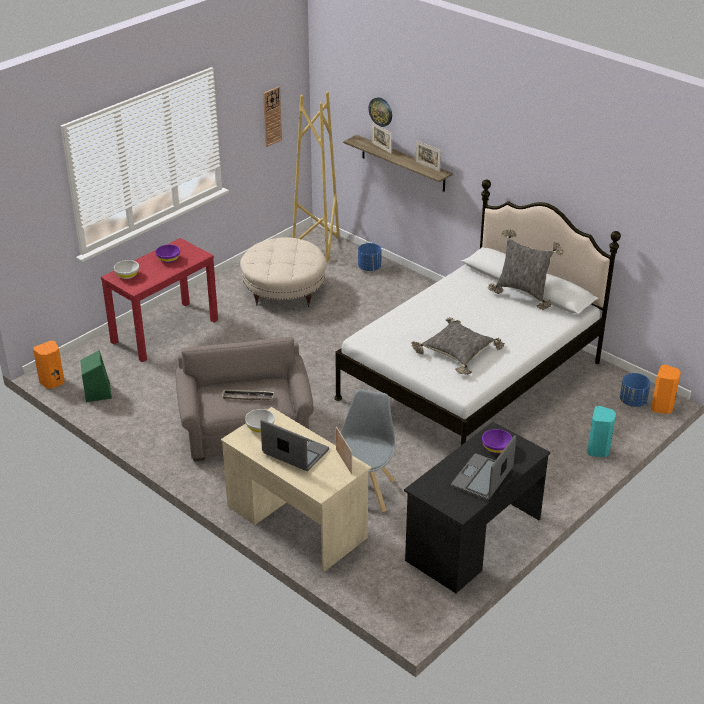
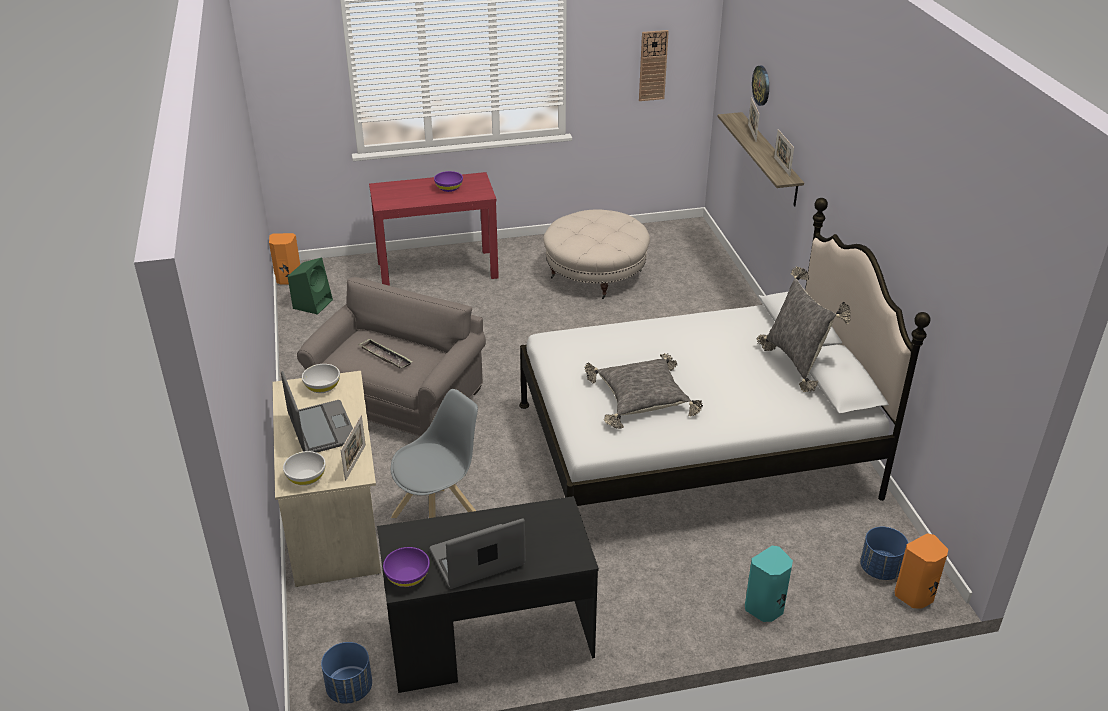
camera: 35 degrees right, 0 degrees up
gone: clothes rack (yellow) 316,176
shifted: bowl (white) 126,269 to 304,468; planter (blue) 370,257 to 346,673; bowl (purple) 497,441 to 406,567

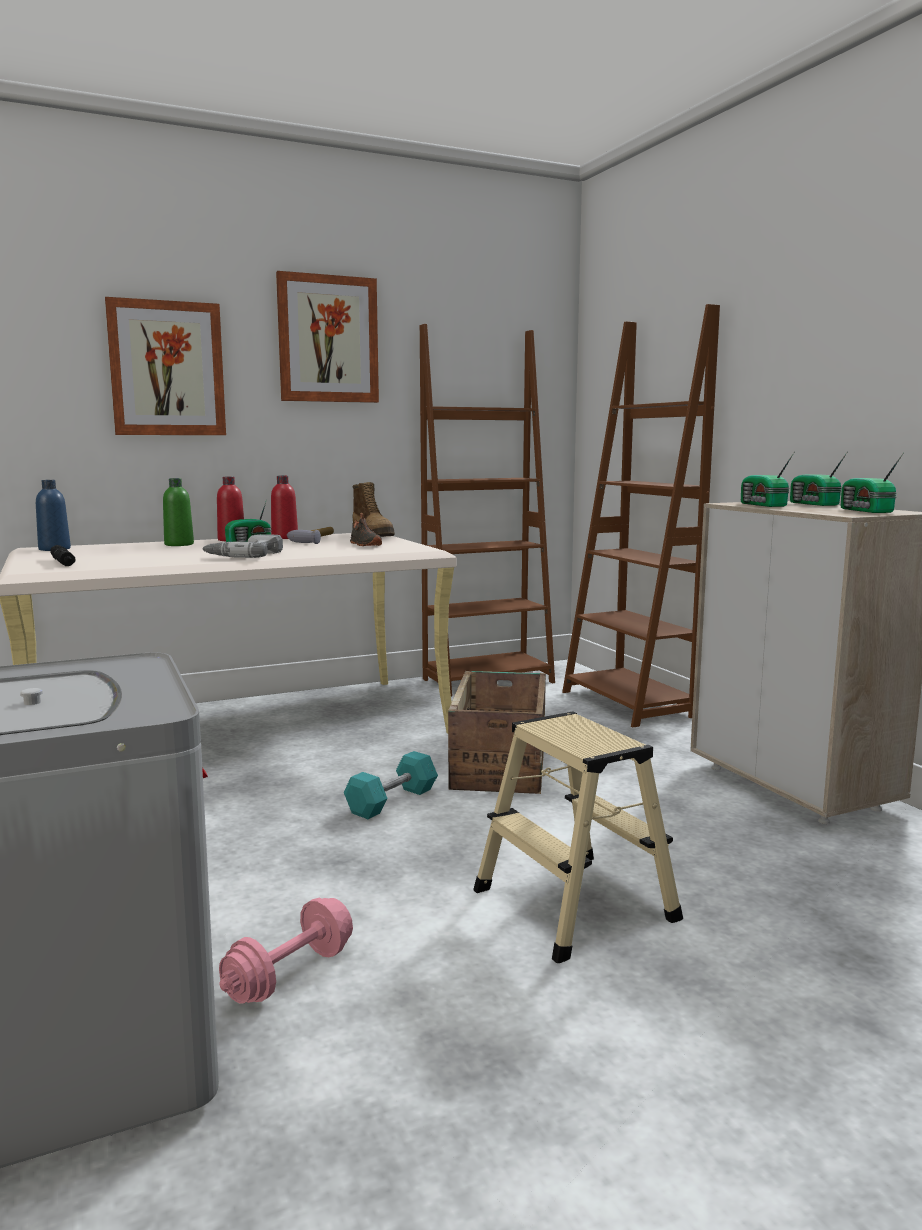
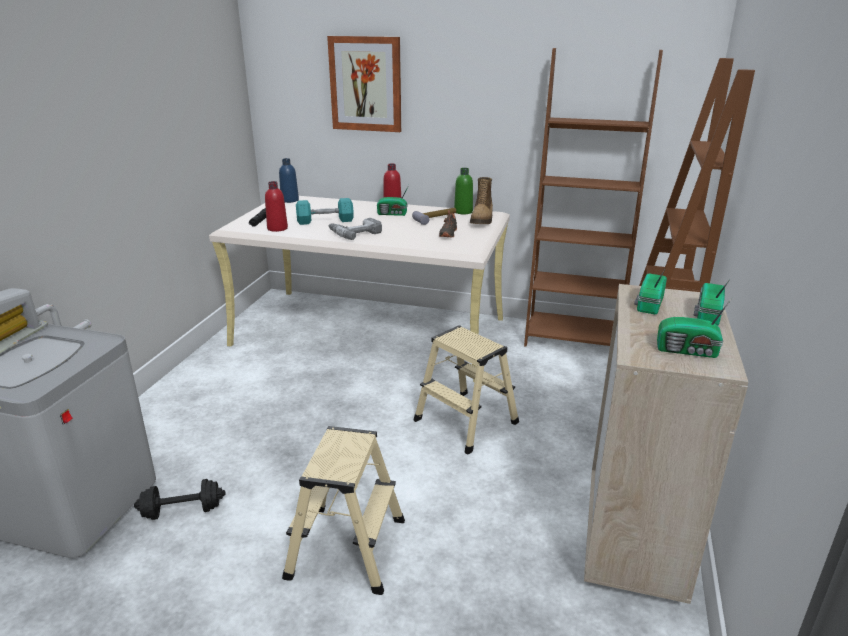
camera: 40 degrees right, 15 degrees up
gone: picture 327,337
shifted: bottle (red) 284,507 to 276,206; dumbbell (turquoise) 391,785 to 325,211; bottle (green) 178,512 to 463,191
swapped: crate 497,732 to step ladder (beige) 466,389
repainted: dumbbell (pink) 286,951 to dumbbell (black) 180,499
rotated: radio 872,482 = 695,327 105 degrees counterclockwise

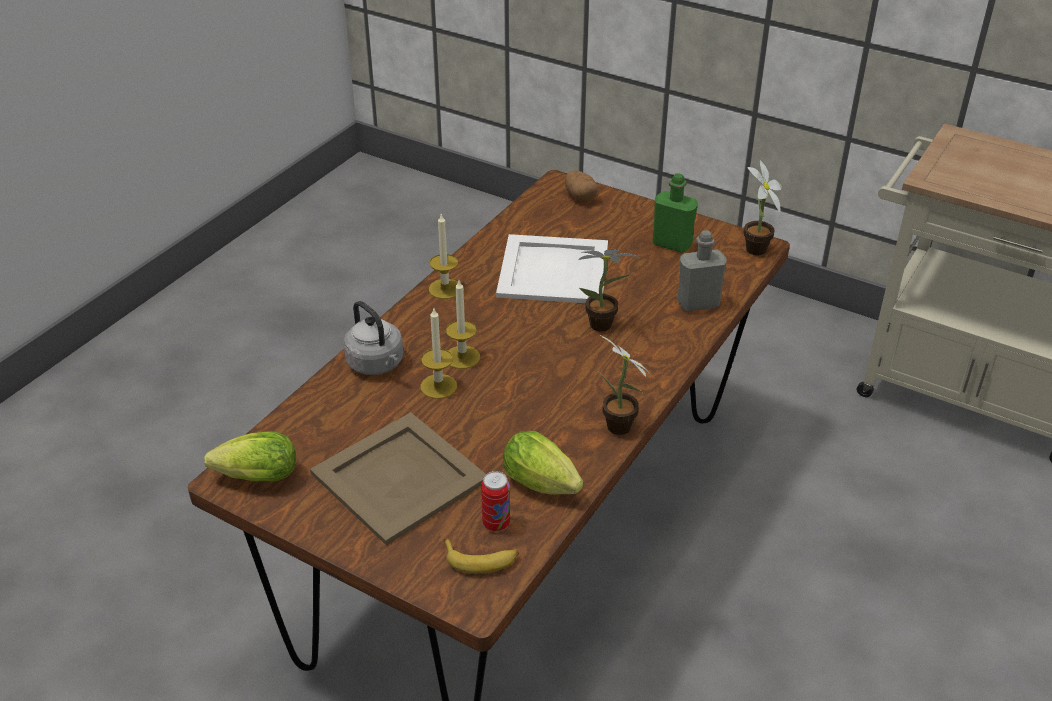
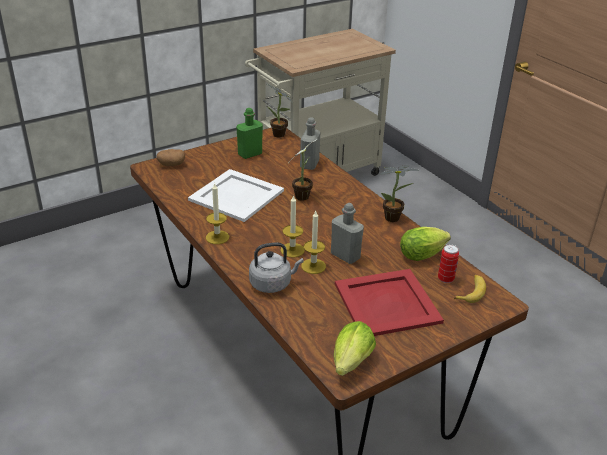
camera: 65 degrees left, 5 degrees down
new: bottle (grey) 347,233
repainted: tray (beige) 398,478 to tray (red) 389,302

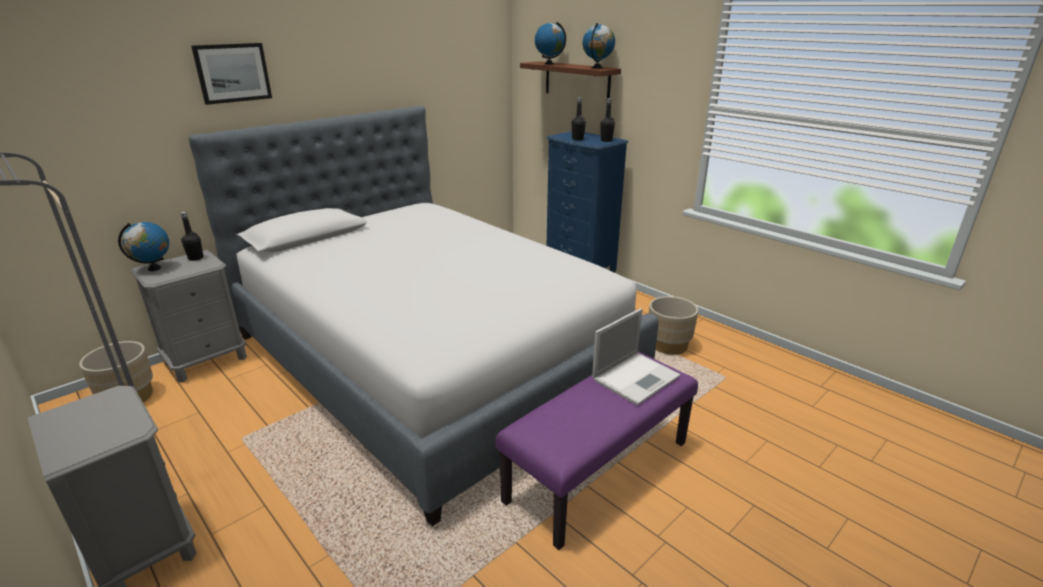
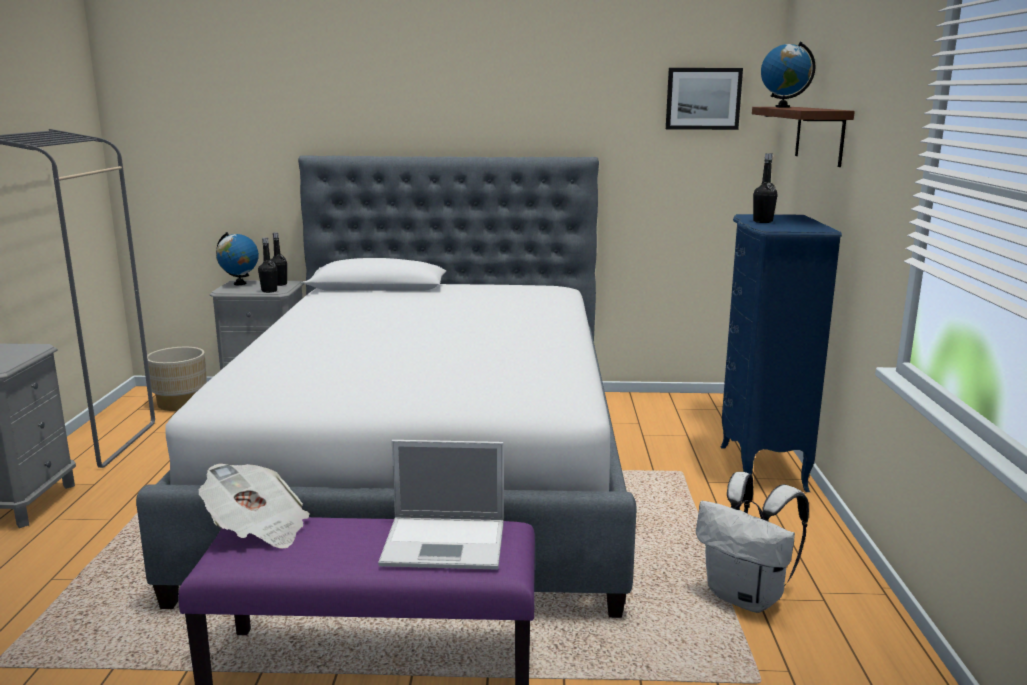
camera: 45 degrees right, 10 degrees down
gone: globe 599,45
new: newspaper 254,506
shifted: bottle (black) 607,120 to 267,265; picture 231,74 to 704,99
swapped: planter (beige) 673,325 to backpack (white) 752,542

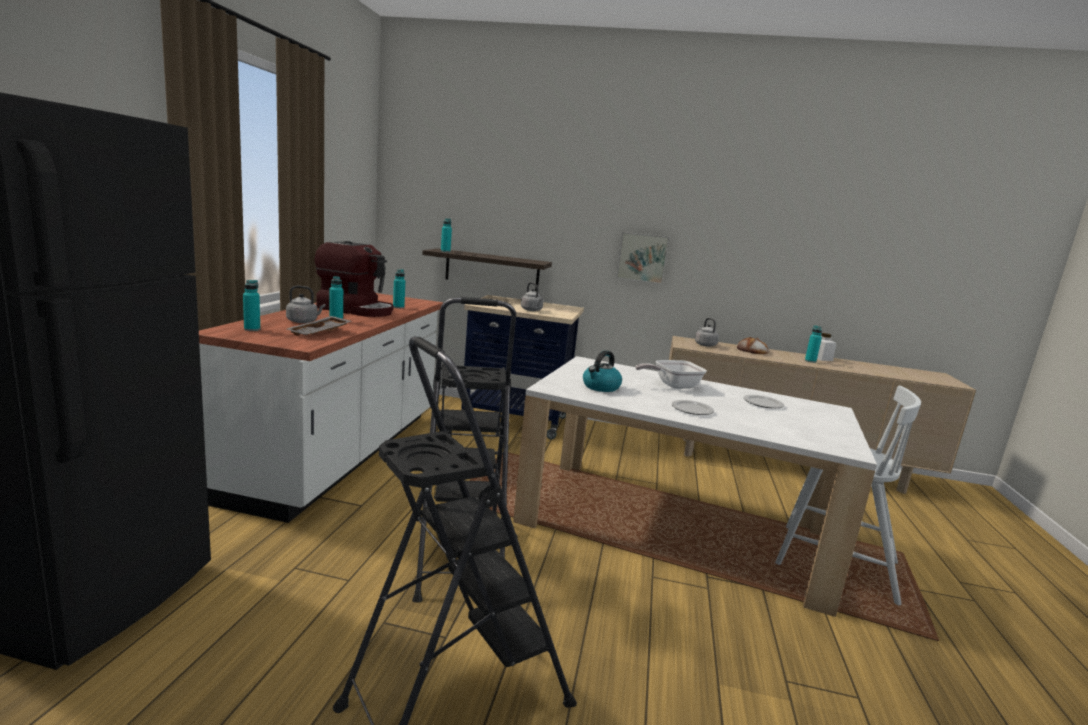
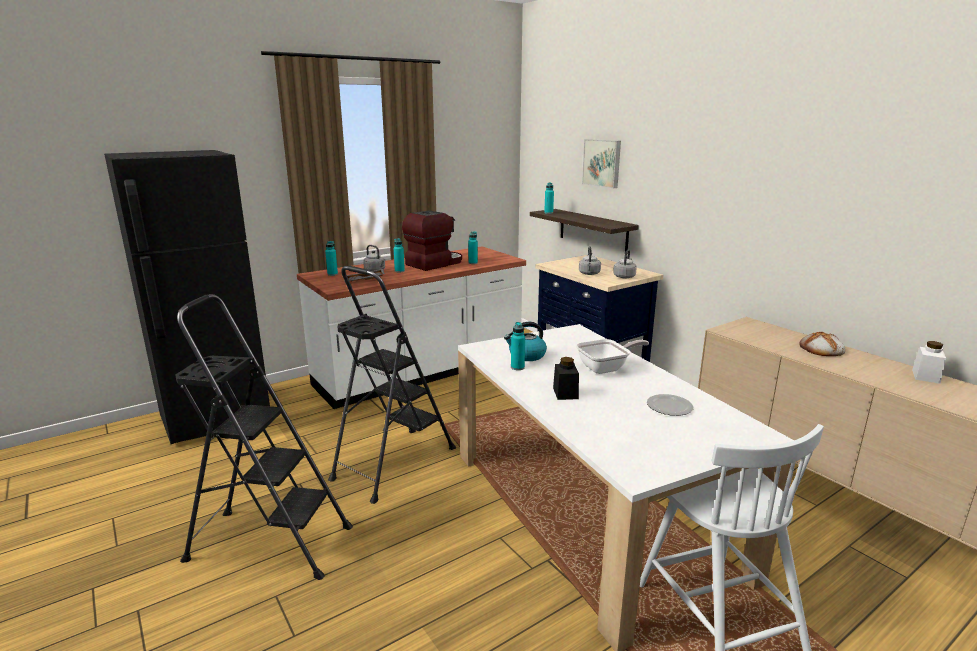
camera: 45 degrees right, 5 degrees up
shifted: bottle (turquoise) 813,344 to 518,346; picture 642,258 to 601,163; kettle (grey) 707,332 to 625,264
swapped: plate 693,407 to jar (black) 566,378
rotated: coffee machine 354,279 = 432,240 105 degrees counterclockwise; frying pan 671,374 = 612,356 135 degrees clockwise

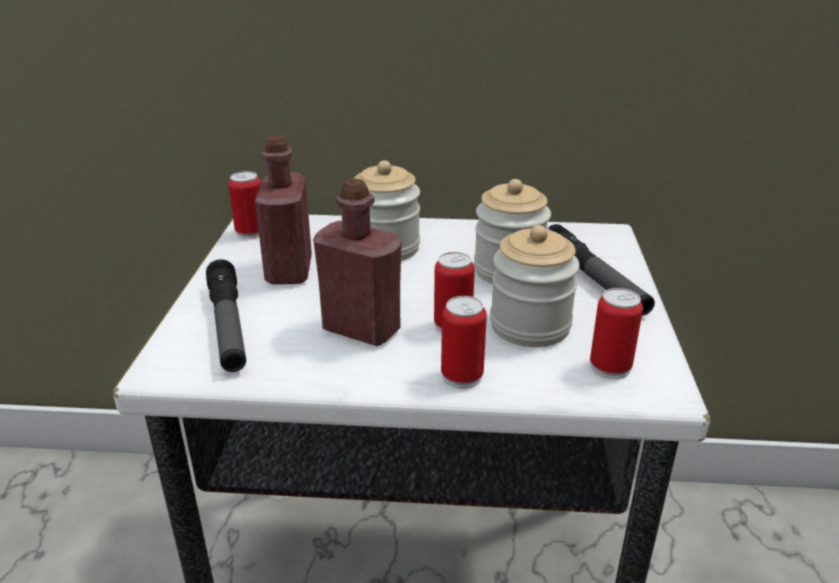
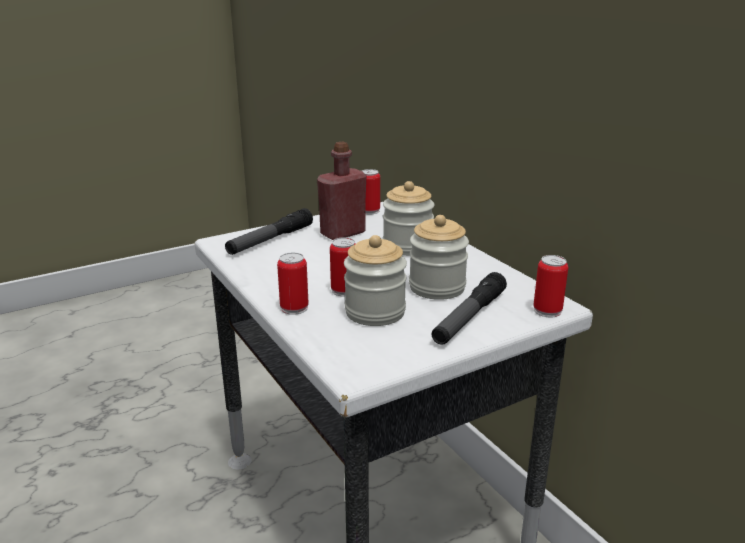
camera: 55 degrees right, 5 degrees down
gone: bottle (red) 357,262
shifted: can 616,333 to 550,286

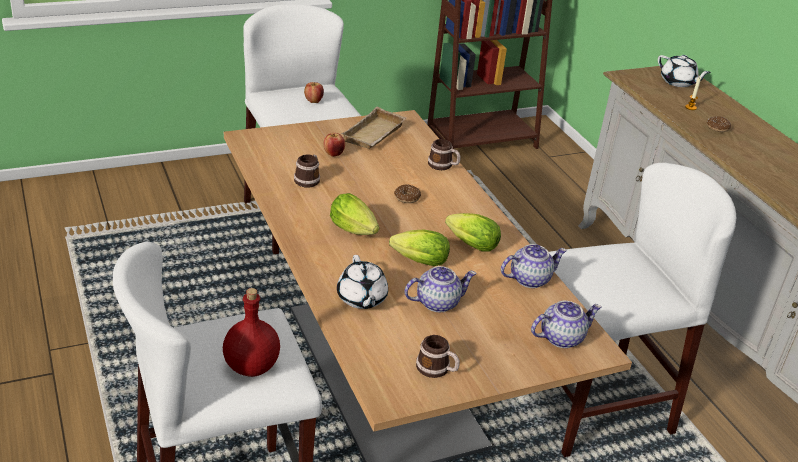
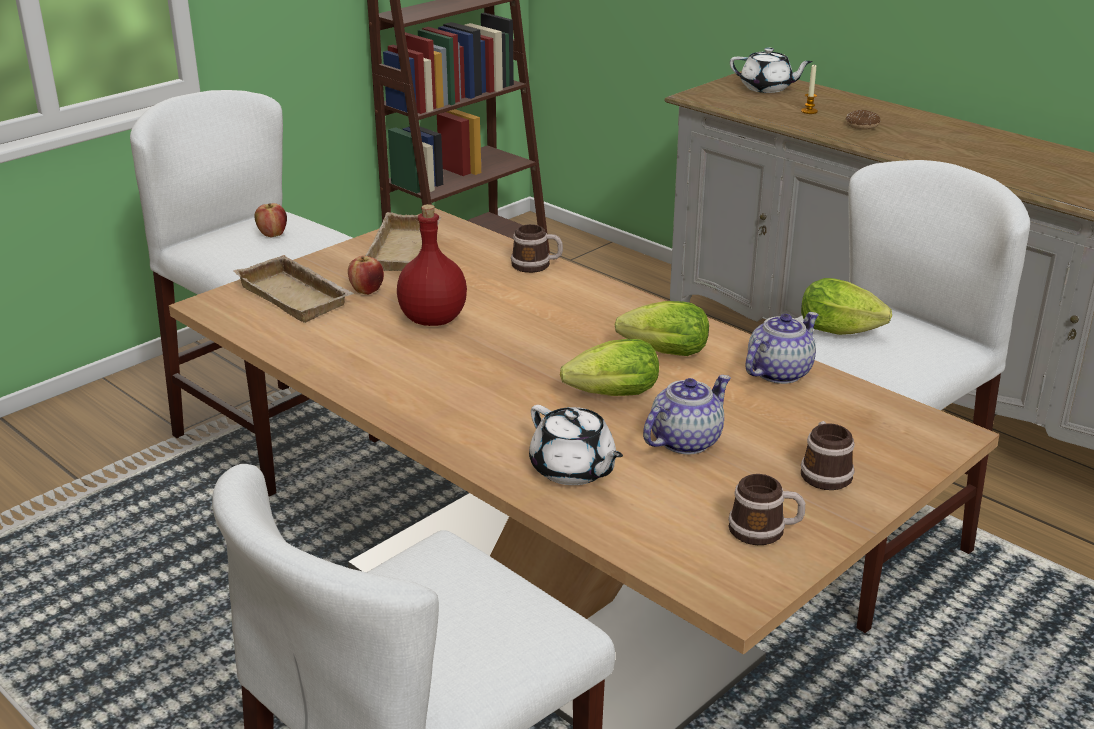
camera: 20 degrees left, 5 degrees down
gone: donut 407,193; teapot 566,324
new: tray (beige) 294,289
shifted: bottle (red) 251,332 to 432,265; lettuce 354,214 to 846,306; mug 307,171 to 828,455

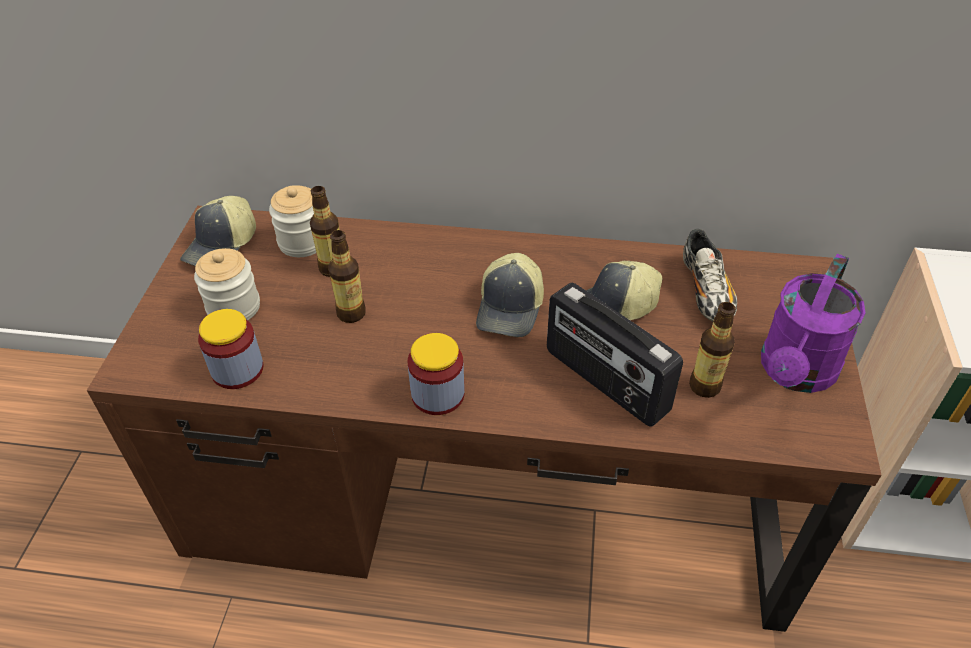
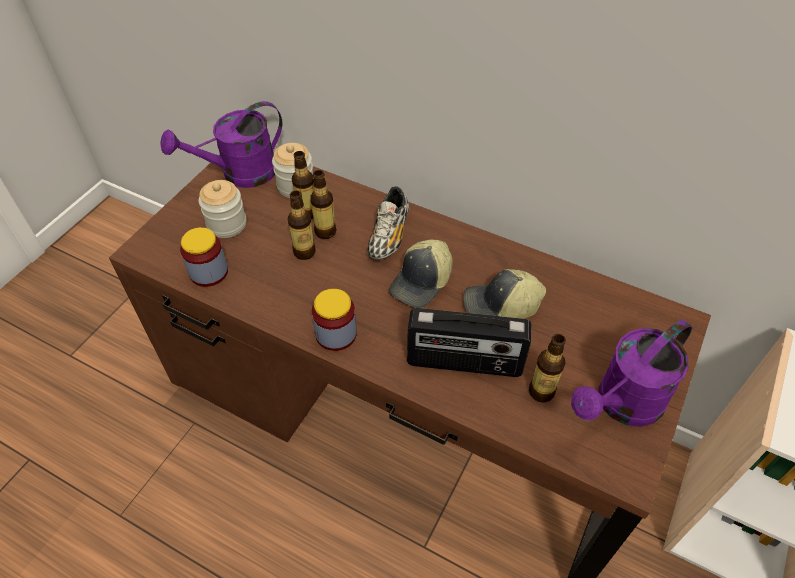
camera: 20 degrees right, 5 degrees up
new: bottle 323,204
shifted: shoe 710,275 to 388,223
swapped: cap 218,231 to watering can (purple) 221,144
rotated: radio 615,354 = 469,342 60 degrees counterclockwise

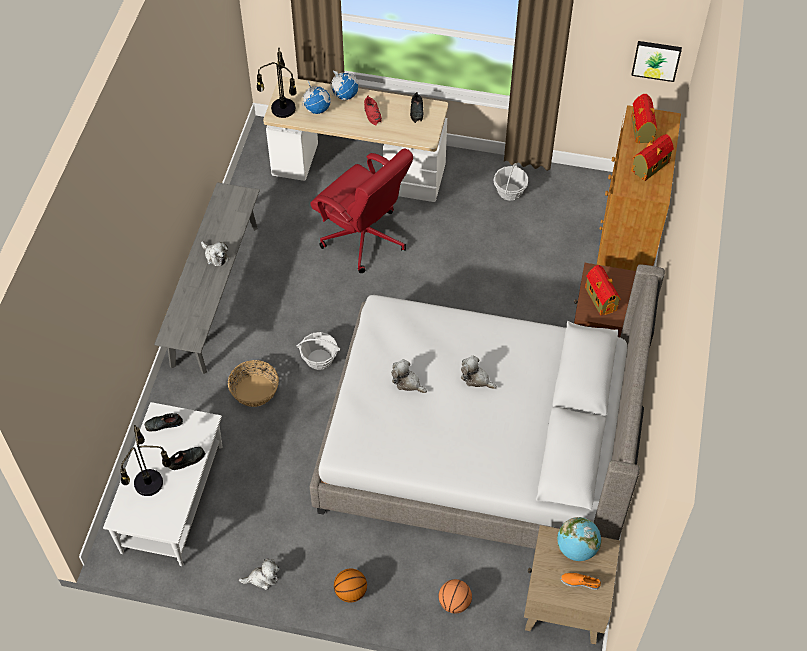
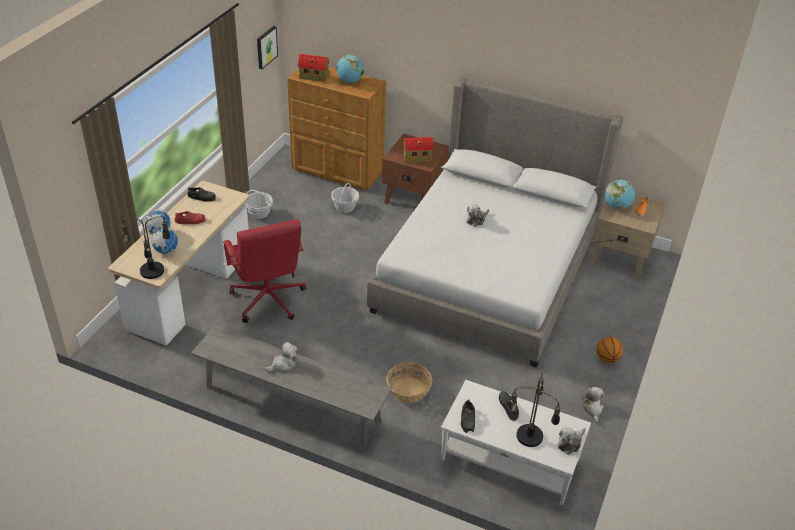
camera: 80 degrees left, 15 degrees down
gone: basketball 455,596
shifted: basket 318,351 to 345,197; plush toy 409,376 to 572,441
swapped: toy house 652,157 to globe 350,68
rotated: office chair (red) 361,210 = 264,271 105 degrees clockwise

